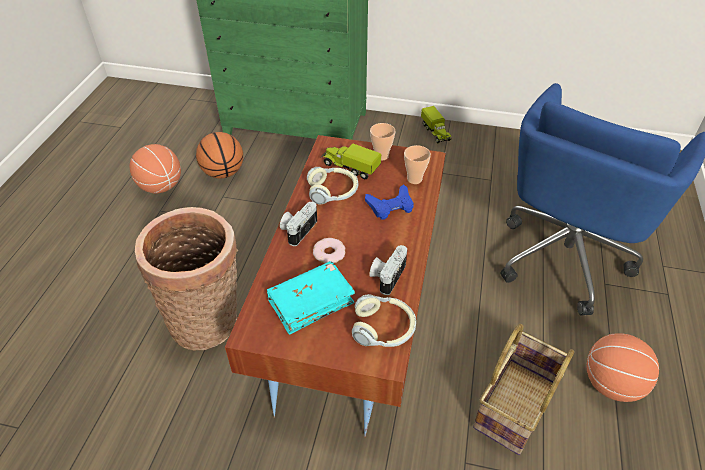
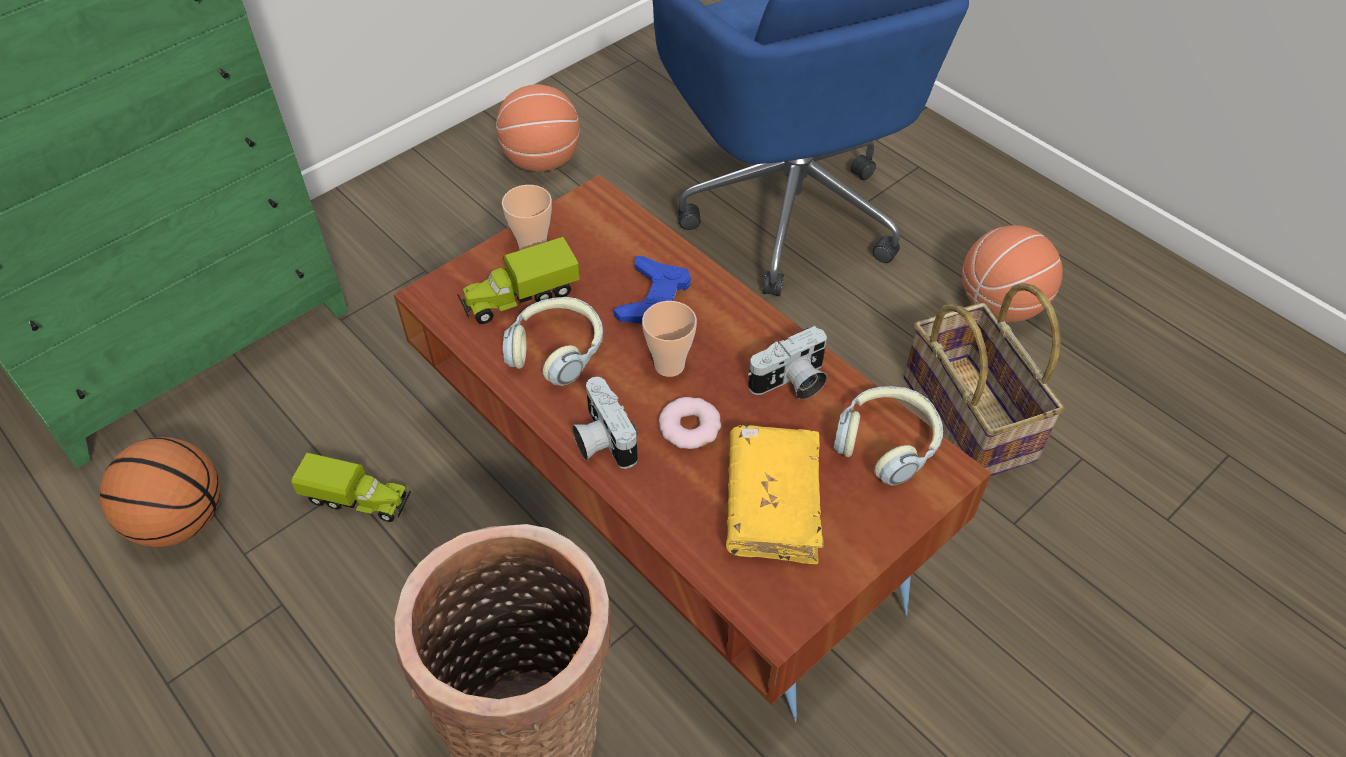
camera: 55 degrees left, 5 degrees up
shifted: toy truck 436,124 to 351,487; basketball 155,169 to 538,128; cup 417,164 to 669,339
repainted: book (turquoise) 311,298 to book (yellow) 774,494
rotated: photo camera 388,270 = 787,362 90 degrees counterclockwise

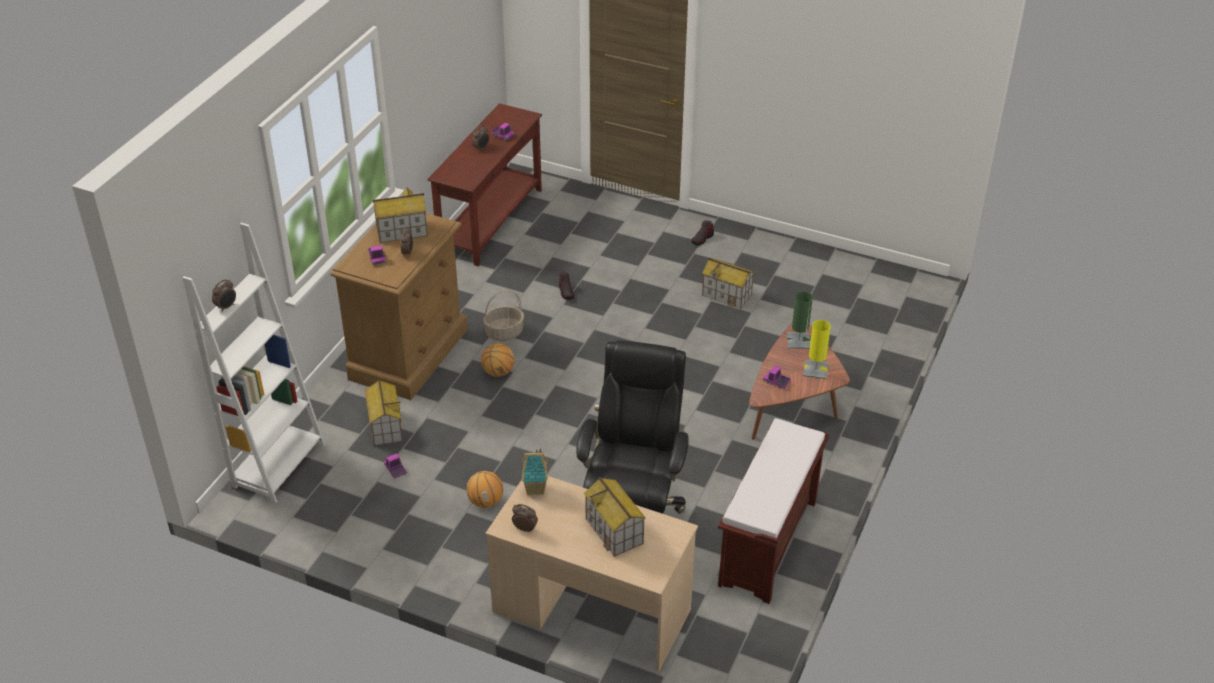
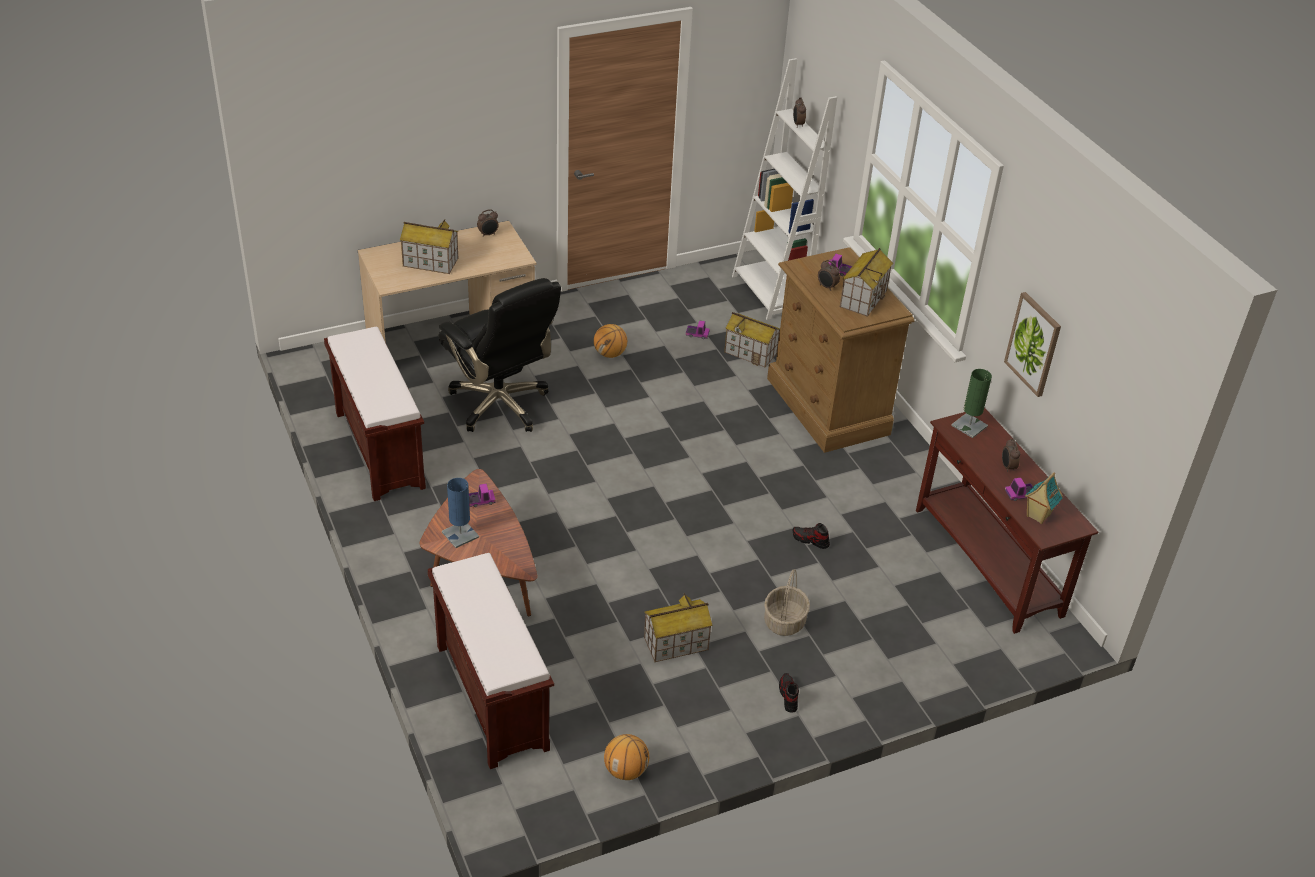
camera: 130 degrees right, 0 degrees up
new: bench (brown) 491,661; picture 1032,344
shifted: basketball 498,360 to 626,757; basket 503,315 to 787,602; table lamp (green) 800,320 to 971,403; toy house 535,471 to 1044,498
repainted: table lamp (yellow) 817,349 to table lamp (blue) 460,513

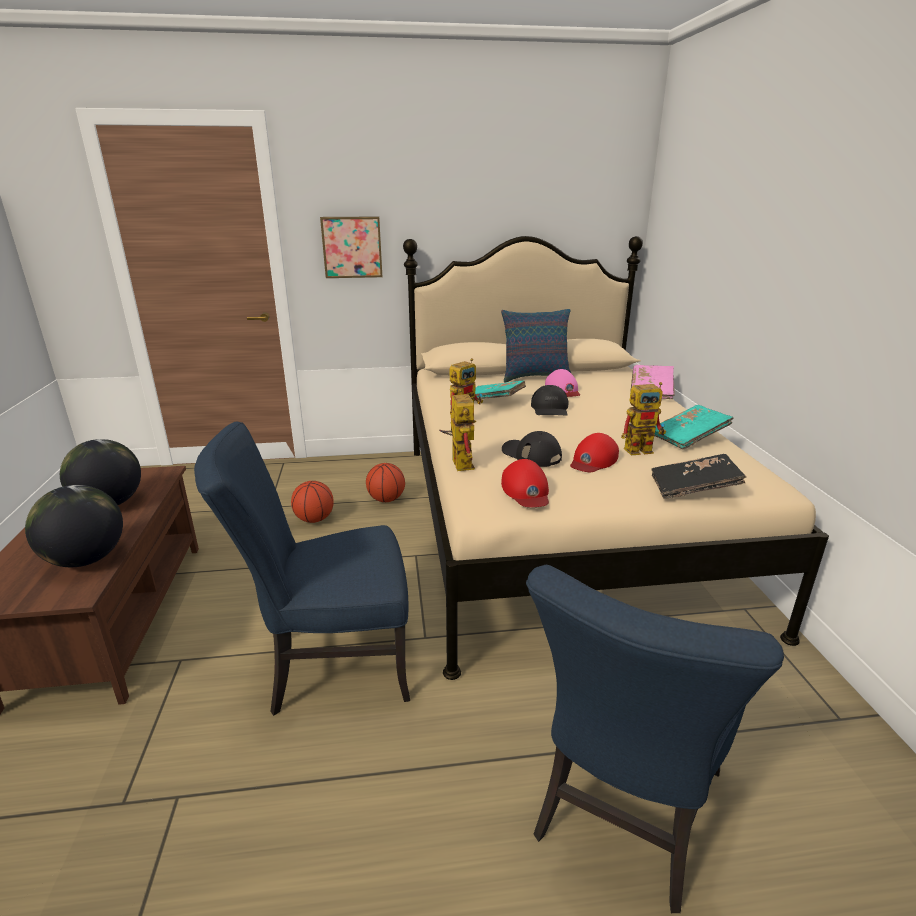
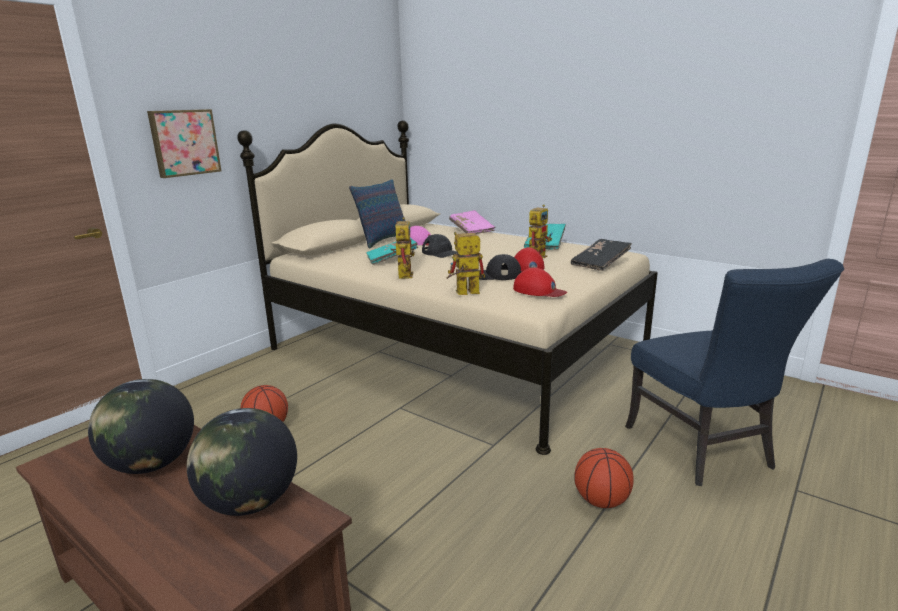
camera: 45 degrees left, 5 degrees down
gone: chair (blue) 302,569
shifted: basketball 385,482 to 604,478
rotated: toy robot 457,430 = 466,263 45 degrees counterclockwise

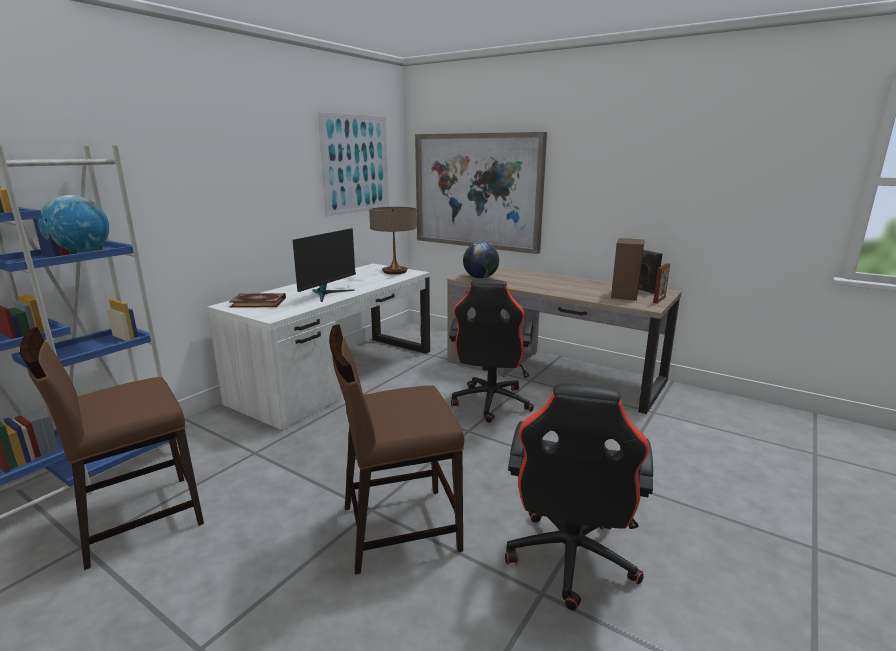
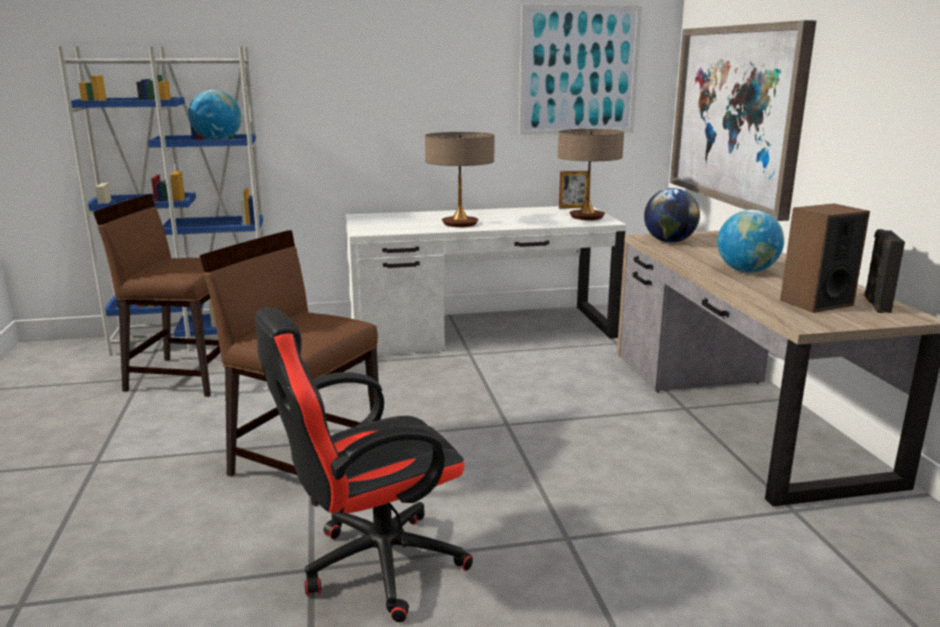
camera: 45 degrees right, 0 degrees up
gone: book 257,300; office chair (black) 491,351
new: globe 750,241
shifted: picture frame 661,283 to 573,190
swapped: monitor 324,265 to table lamp 460,179

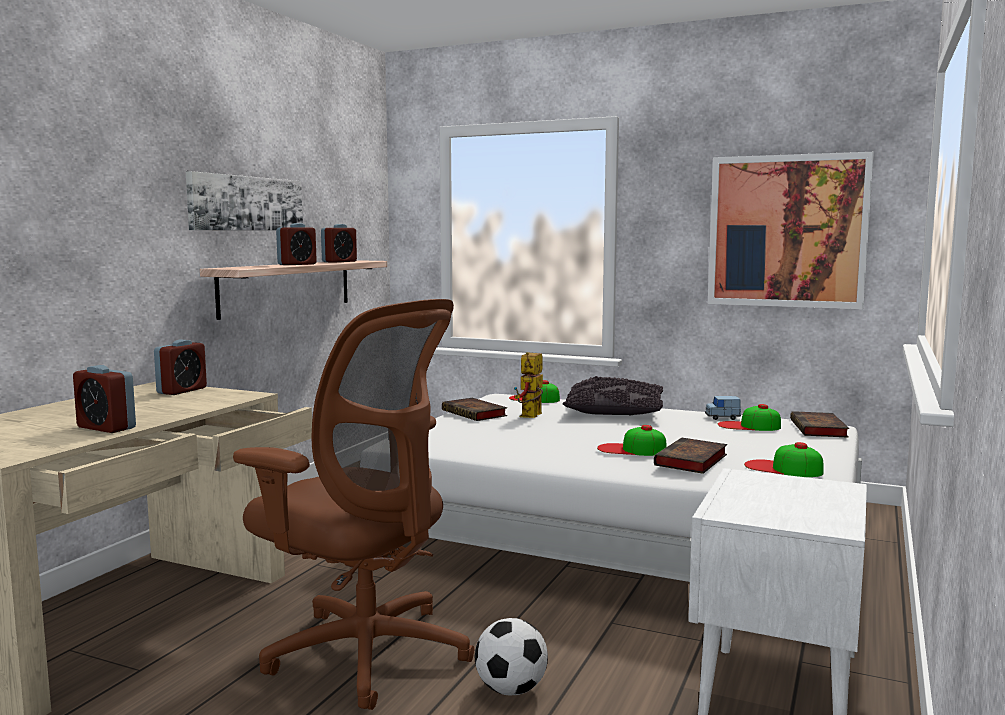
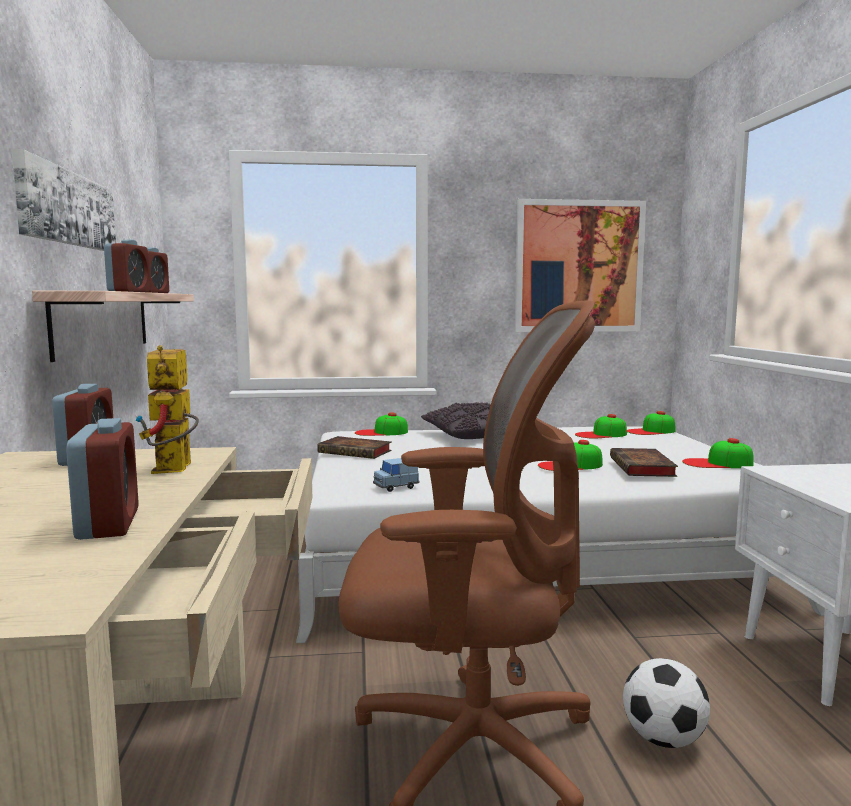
camera: 30 degrees left, 0 degrees up
shifted: toy robot 528,385 to 167,409; toy car (blue) 723,408 to 396,475
swapped: book 819,424 to cap 651,423
rotated: alarm clock 104,399 = 102,479 105 degrees counterclockwise

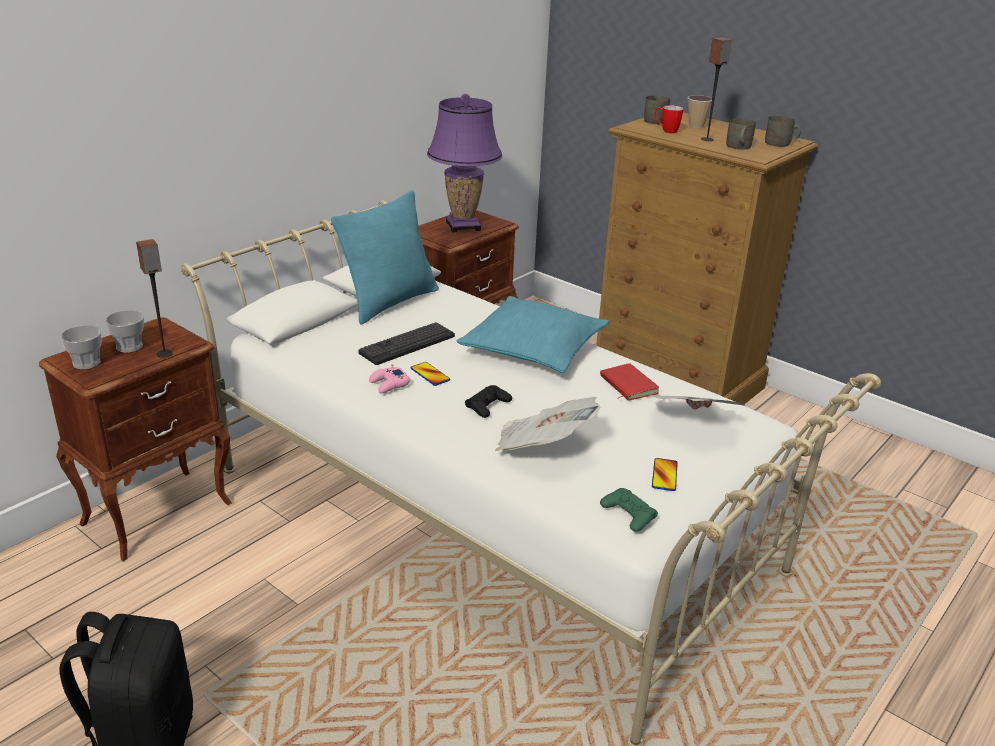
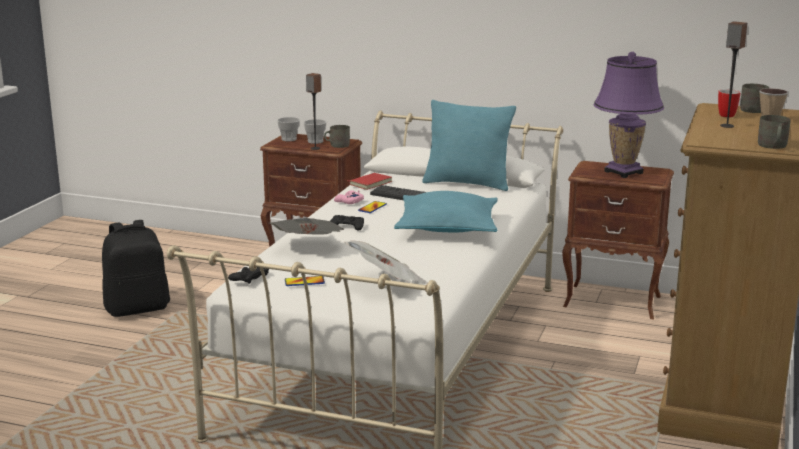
camera: 70 degrees right, 10 degrees down
shifted: mug (grey) 741,134 to 337,136; book (red) 629,382 to 367,181
repainted: game controller (green) 629,510 to game controller (black) 248,275

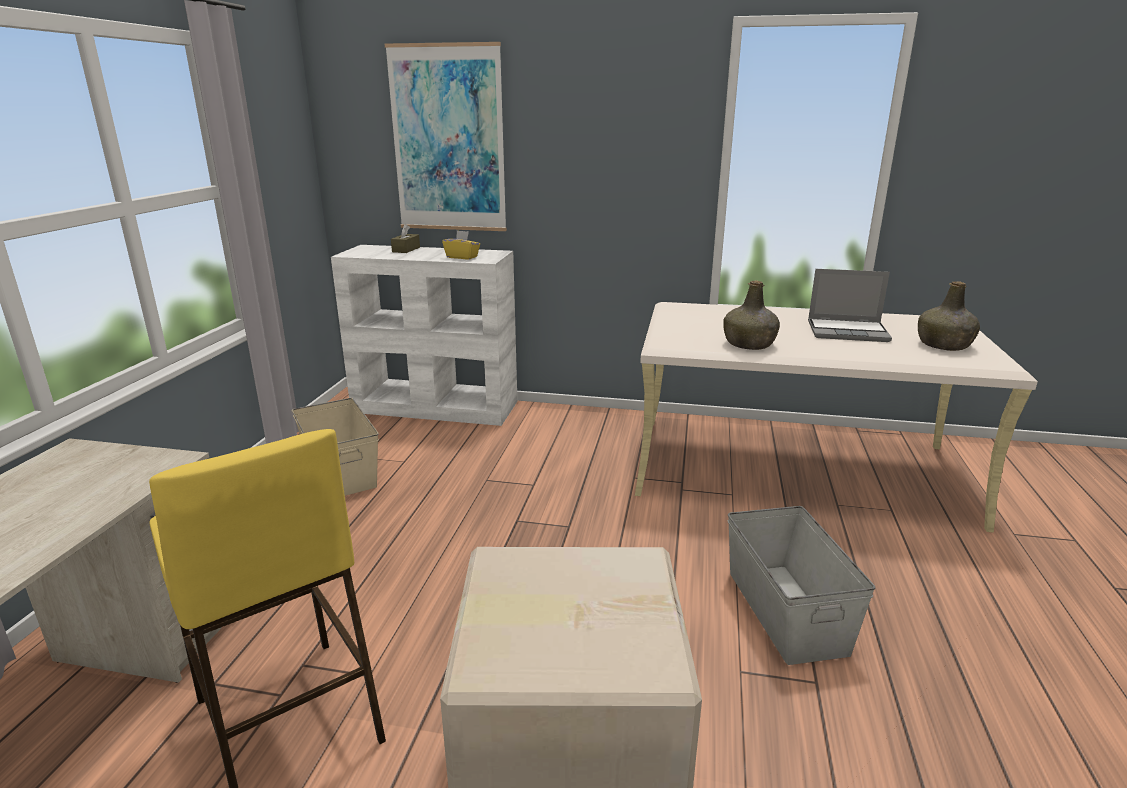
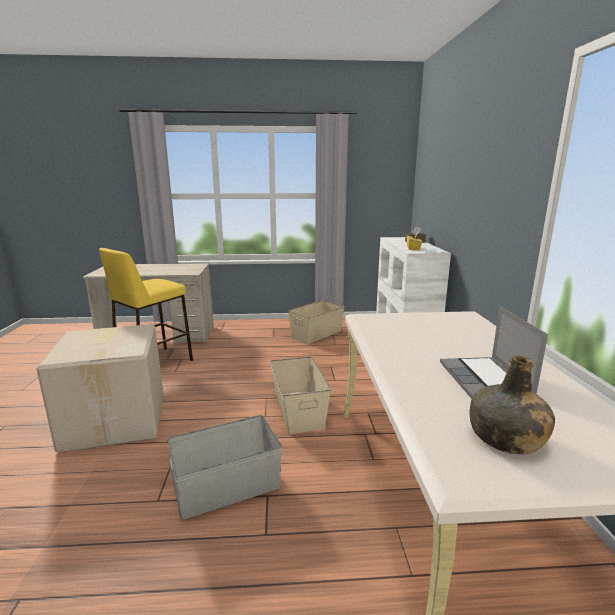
camera: 75 degrees right, 5 degrees down
gone: picture 446,136; bottle (green) 751,315
new: storage box (beige) 300,395

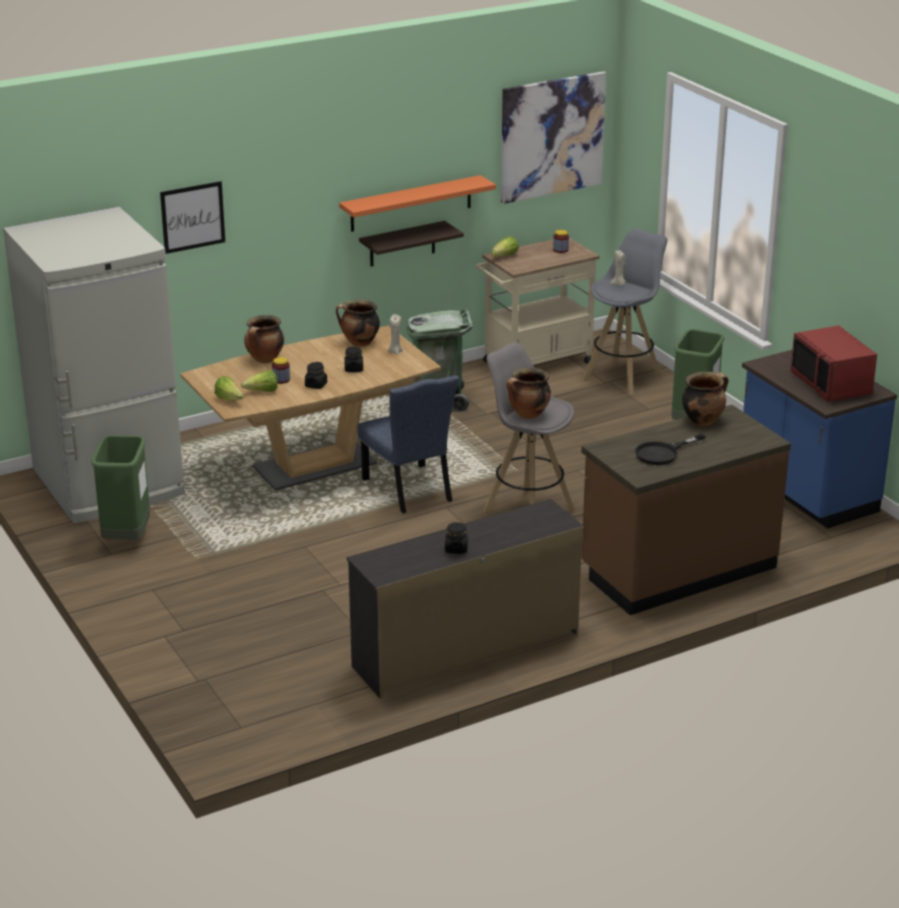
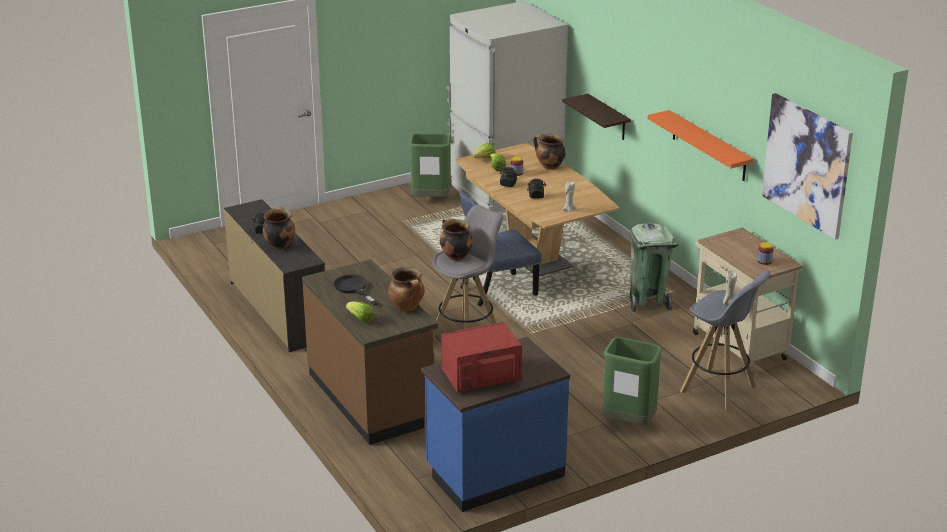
camera: 90 degrees right, 0 degrees up
gone: picture 192,217
shifted: cooking pot 358,323 to 278,227; lettuce 505,246 to 360,312; shelf 411,243 to 596,117

